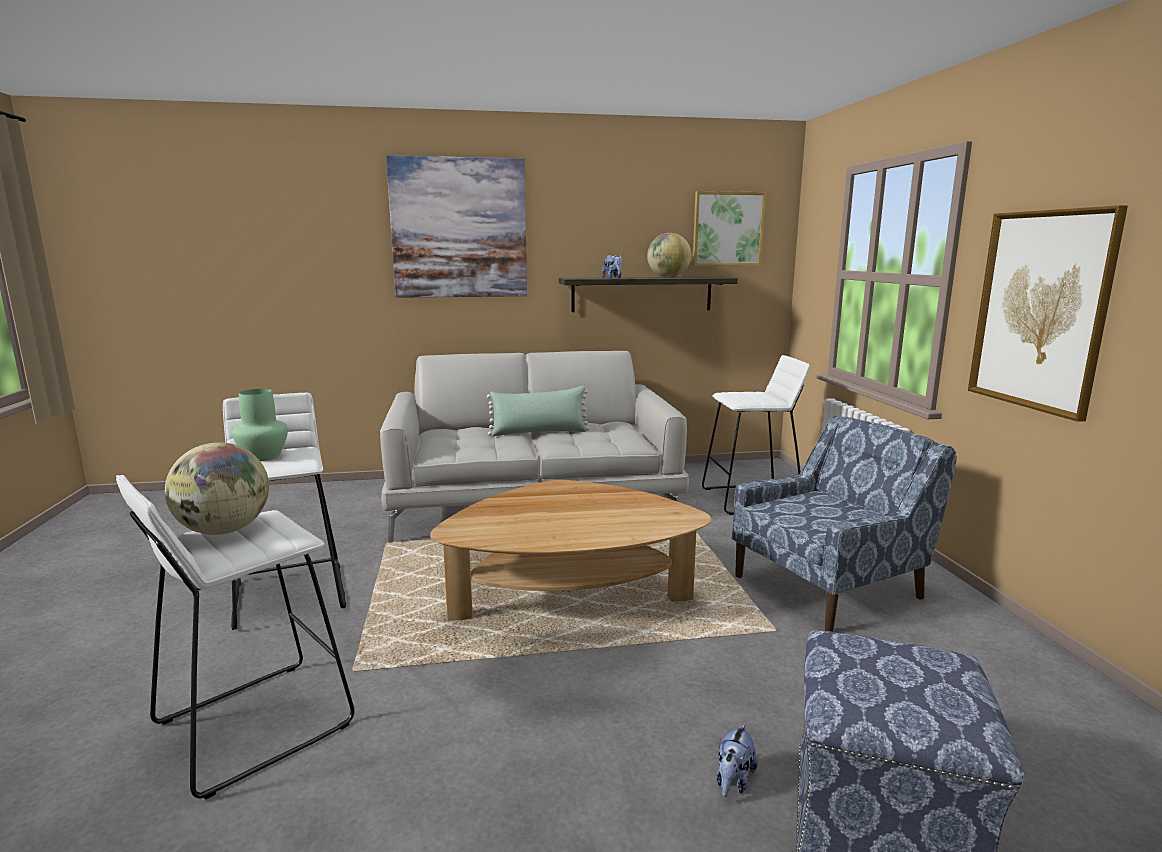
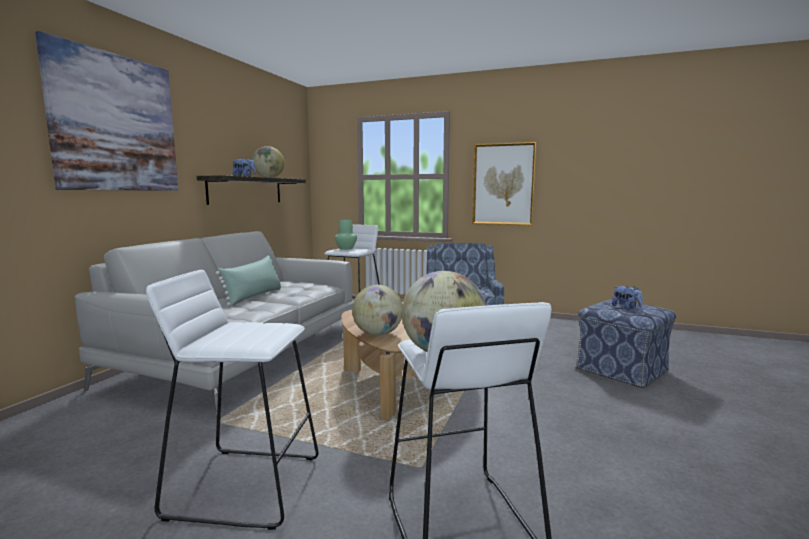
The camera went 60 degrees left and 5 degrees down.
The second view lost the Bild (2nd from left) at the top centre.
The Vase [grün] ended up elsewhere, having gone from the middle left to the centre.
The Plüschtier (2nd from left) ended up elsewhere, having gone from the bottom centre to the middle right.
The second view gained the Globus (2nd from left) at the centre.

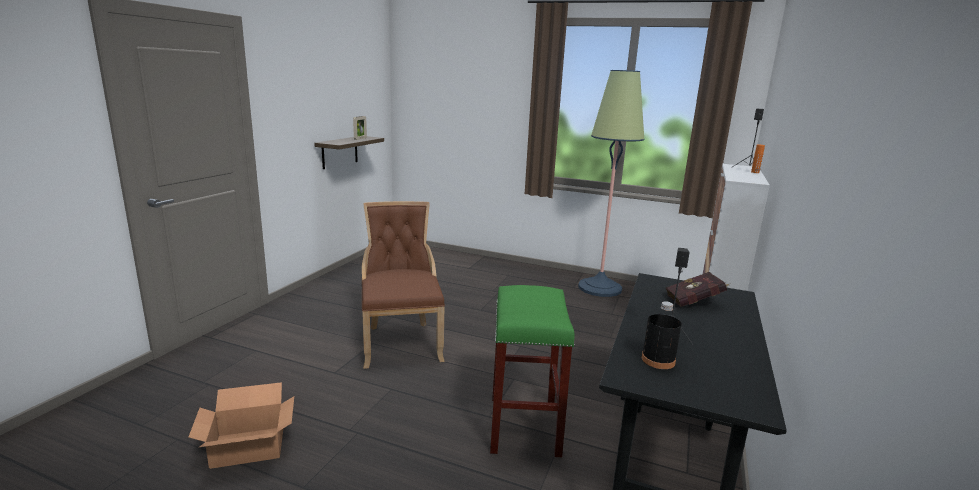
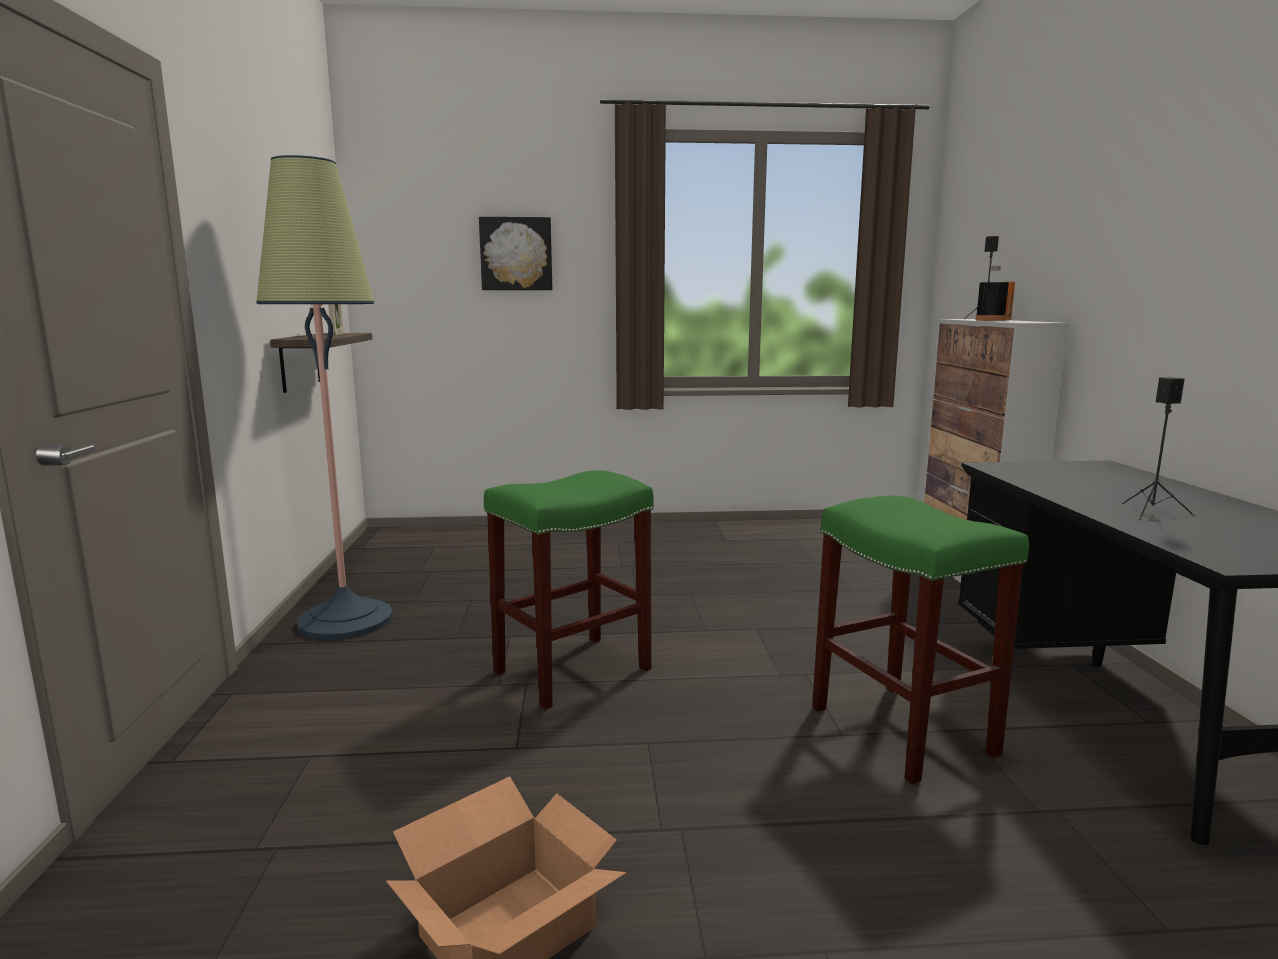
The camera went 25 degrees left and 5 degrees down.
The Stehlampe ended up elsewhere, having gone from the centre to the middle left.
Where the Stuhl [braun] stood at the centre, the Hocker [grün] (1st from left) came to stand at the centre.
The second view lost the Buch [rot] at the middle right.
The Flasche [schwarz] ended up elsewhere, having gone from the bottom right to the top right.
The second view gained the Bild at the top centre.

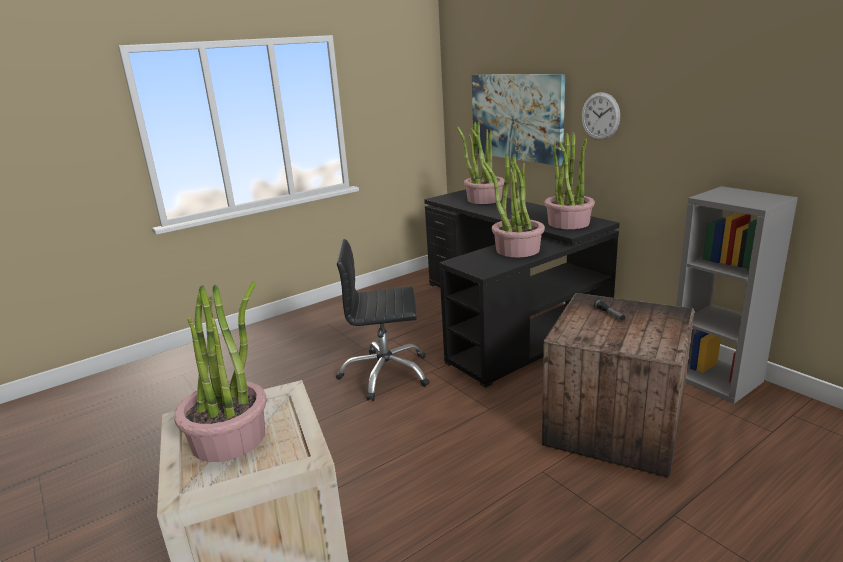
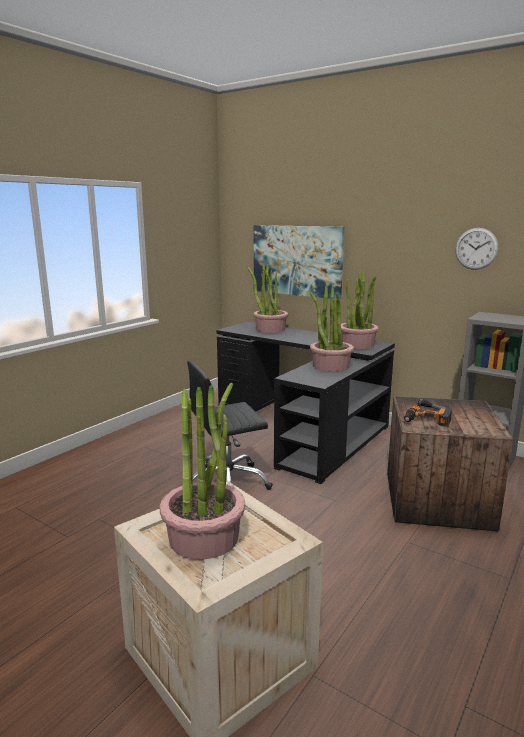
The camera went 20 degrees left and 5 degrees down.
The Wanduhr ended up elsewhere, having gone from the top right to the middle right.
The second view gained the Bohrmaschine at the middle right.

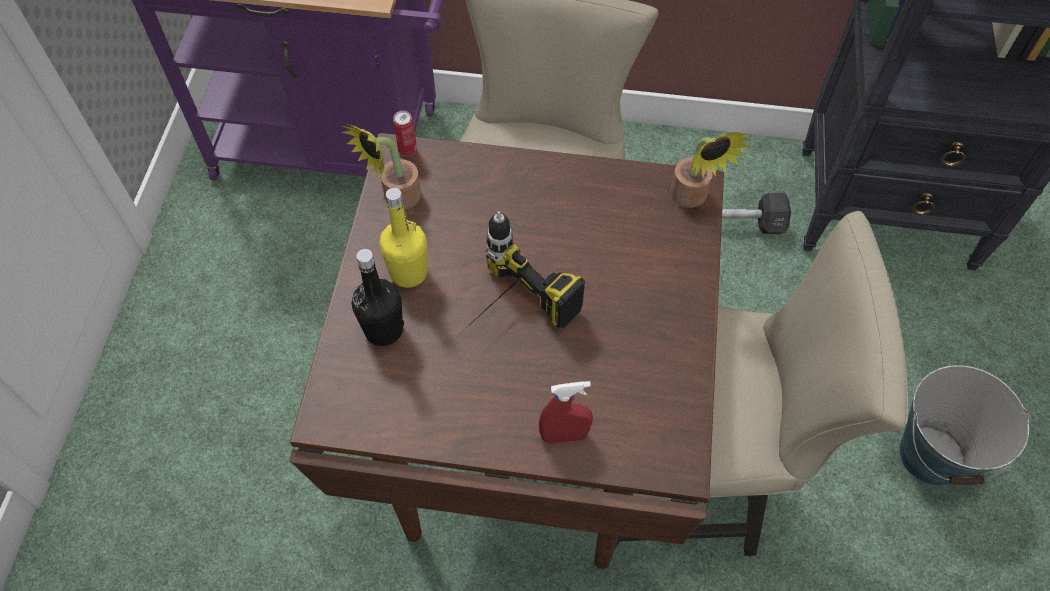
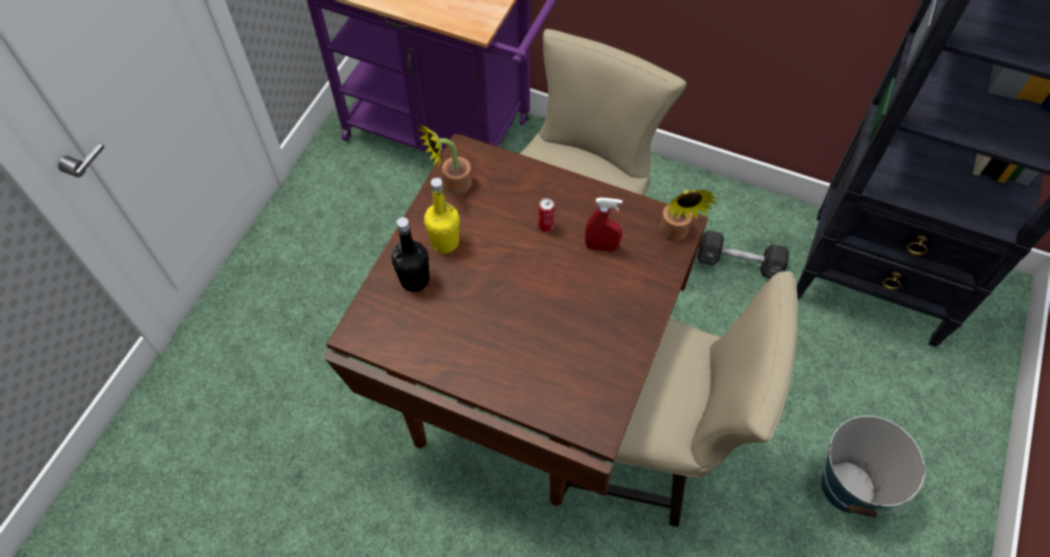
The camera went 15 degrees right and 0 degrees up.
The Dose ended up elsewhere, having gone from the top centre to the centre.
The second view lost the Bohrmaschine at the centre.
The Sprühflasche [rot] ended up elsewhere, having gone from the bottom centre to the centre.

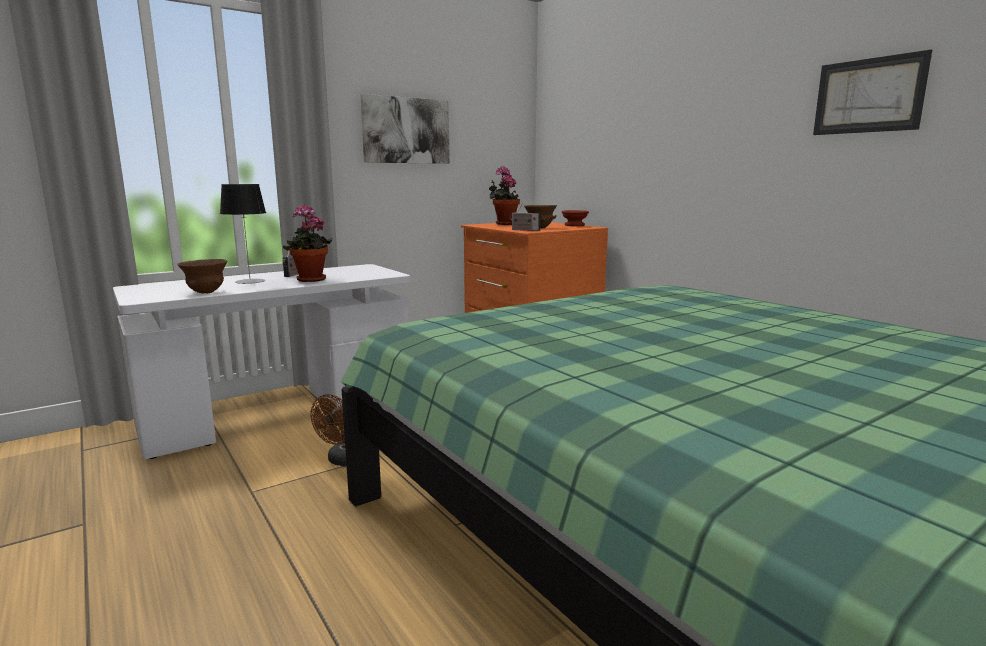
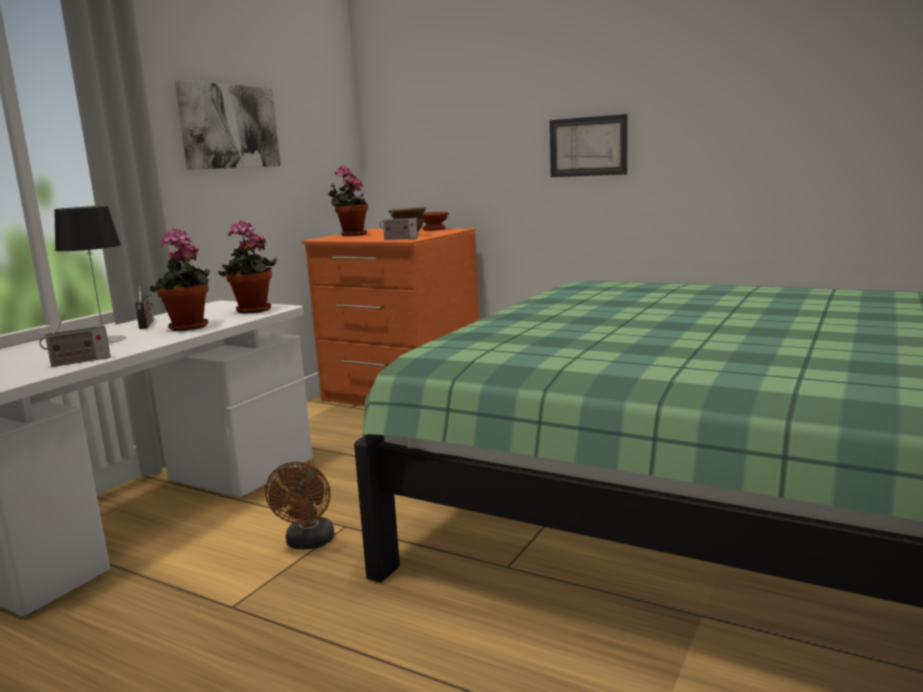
The camera went 25 degrees left and 0 degrees up.
The Bild (2nd from left) ended up elsewhere, having gone from the top right to the top centre.
Where the Schüssel [braun] (1st from left) stood at the middle left, the Radio (1st from left) came to stand at the middle left.
The second view gained the Topfpflanze (2nd from left) at the middle left.

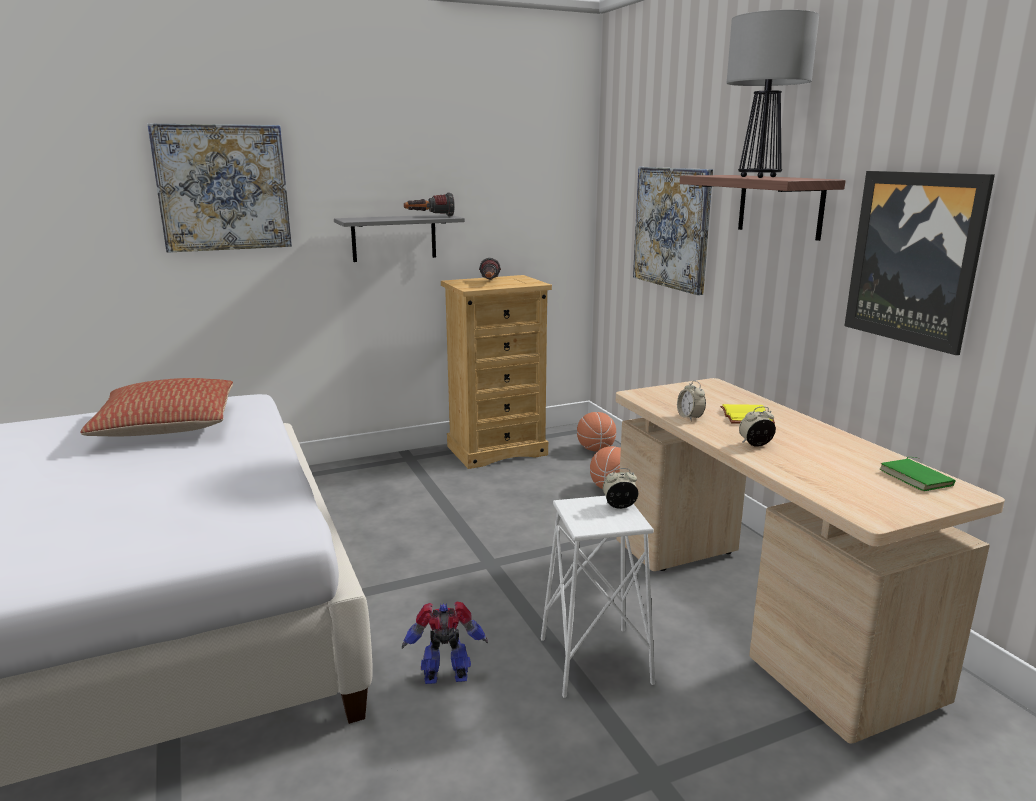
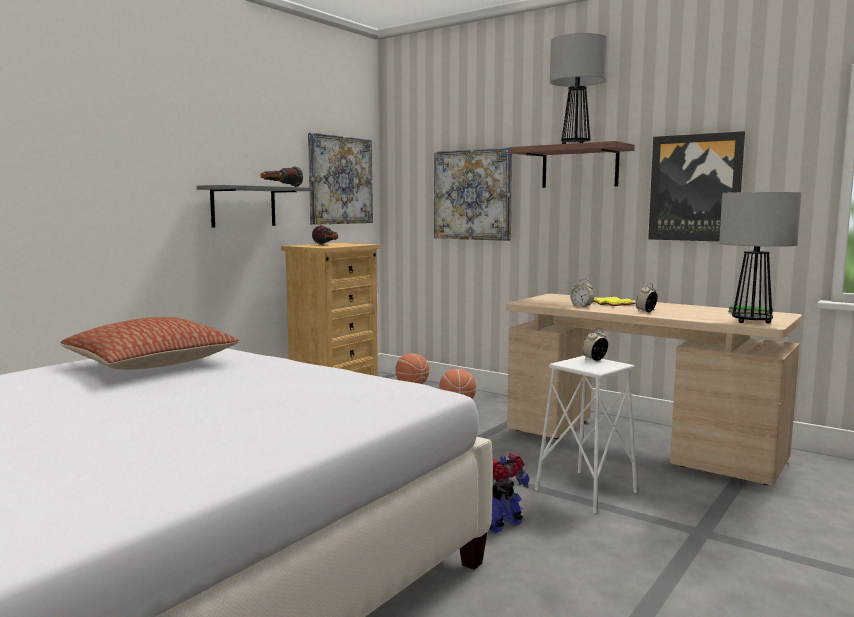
The camera went 30 degrees left and 10 degrees down.
The Bild (1st from left) ended up elsewhere, having gone from the top left to the top centre.
The second view gained the Tischlampe (2nd from left) at the middle right.

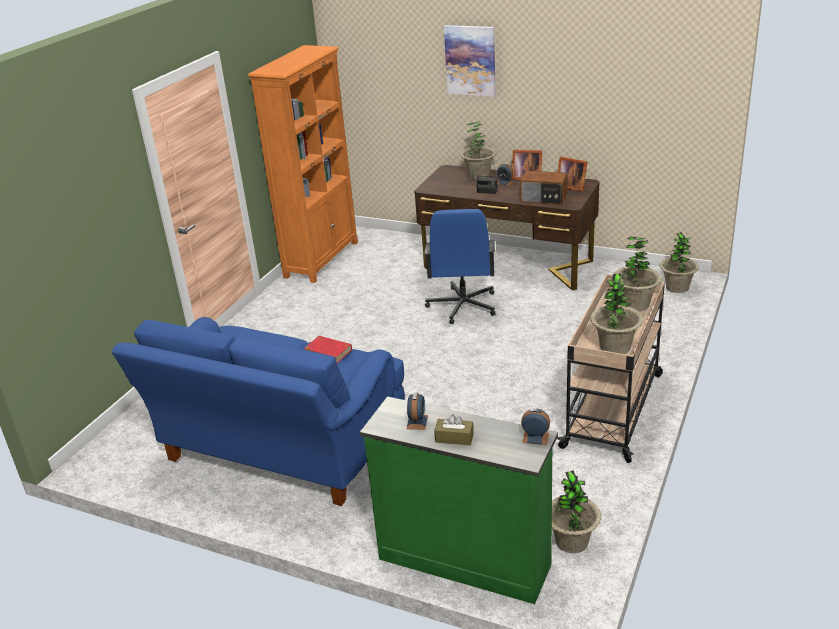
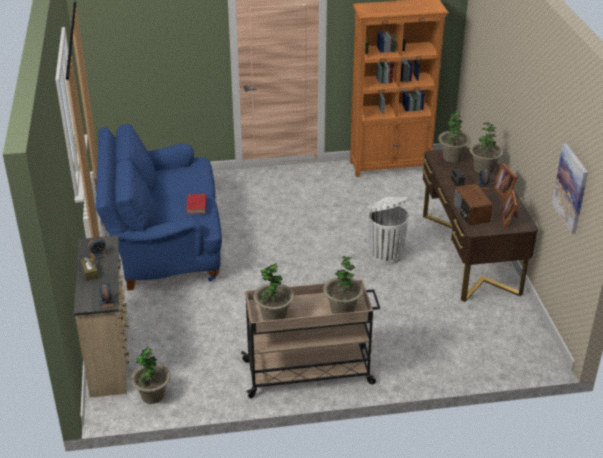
The camera went 55 degrees right and 5 degrees up.
The Bild ended up elsewhere, having gone from the top centre to the middle right.
Where the Bürostuhl [blau] stood at the centre, the Mülleimer [weiß] came to stand at the centre.
The Topfpflanze (5th from left in the first image) ended up elsewhere, having gone from the middle right to the top right.
What was the Kommode [grün] at the bottom centre turned into the Kommode [beige] at the bottom left.

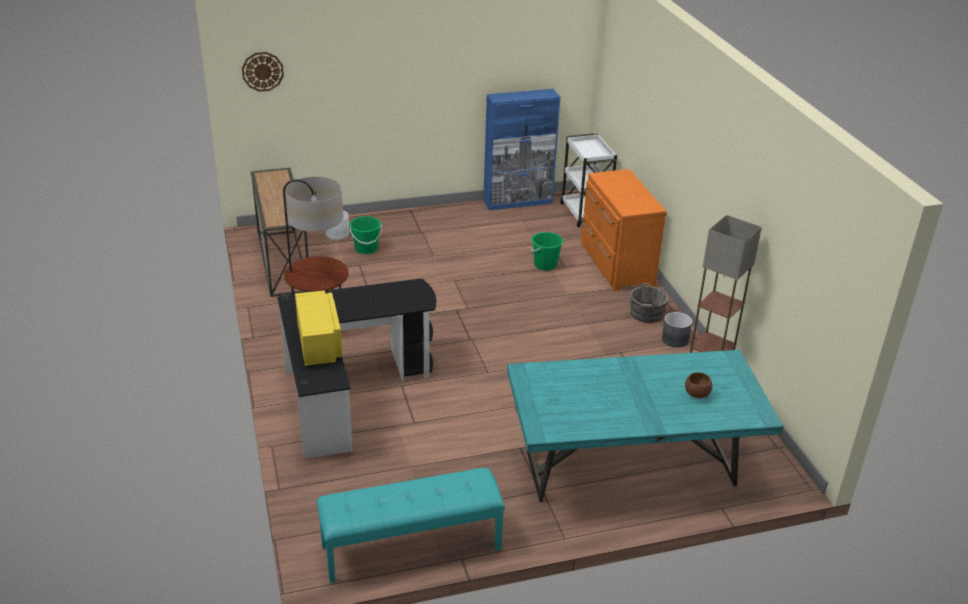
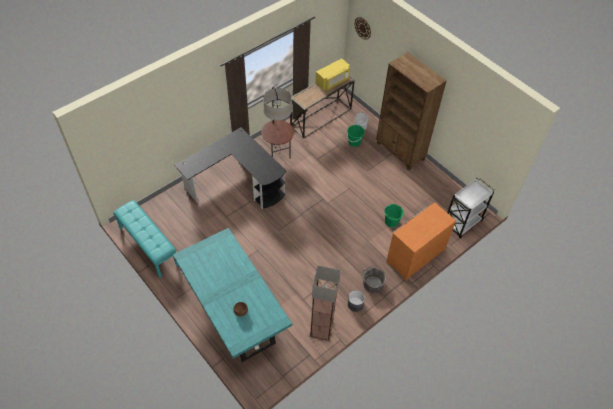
The camera went 65 degrees right and 20 degrees up.
The second view lost the Schrank [blau] at the top centre.
The Mikrowelle [gelb] ended up elsewhere, having gone from the middle left to the top centre.
The second view gained the Bücherregal [braun] at the top right.

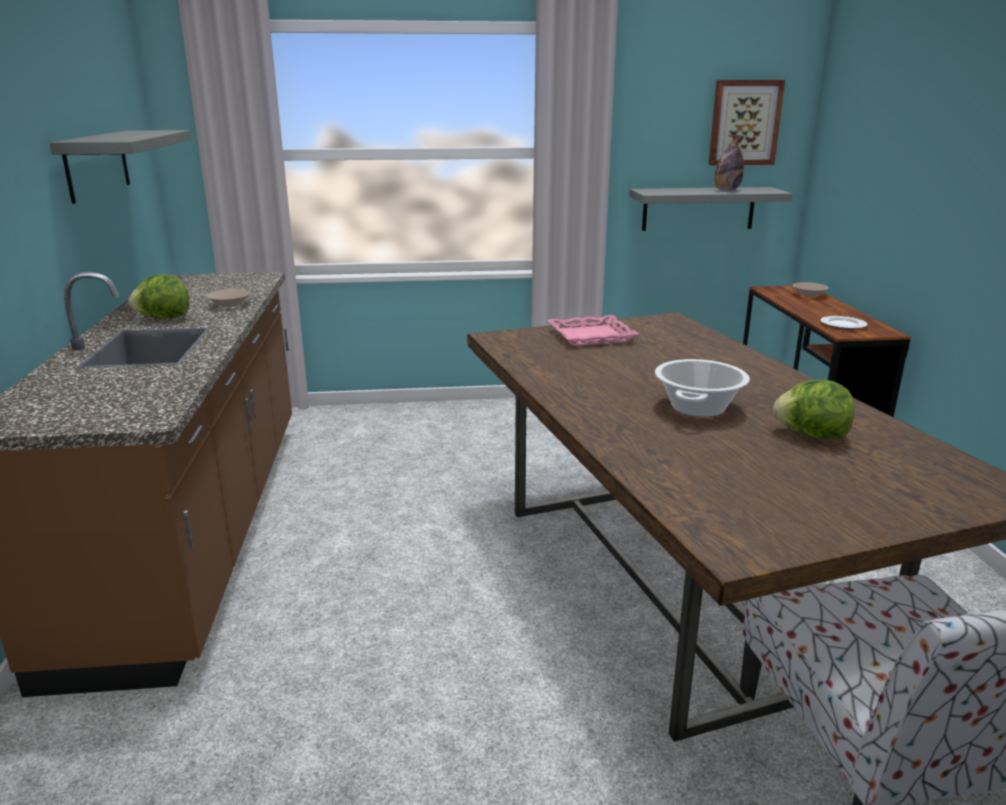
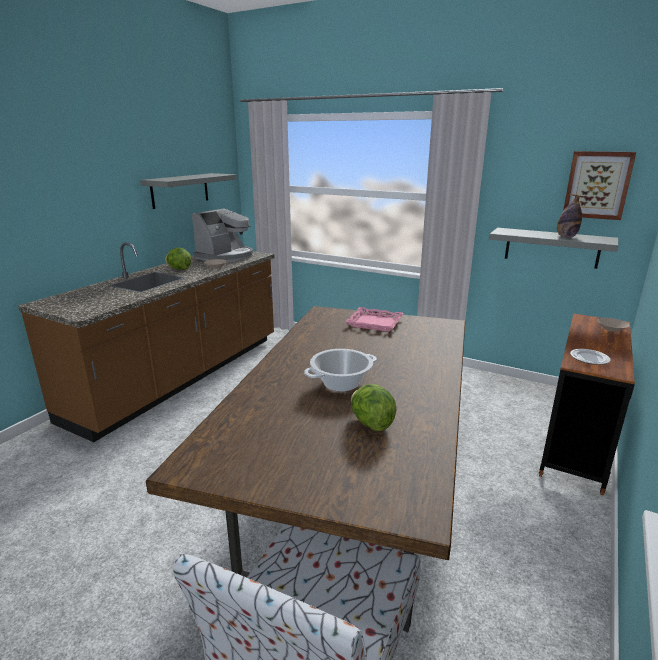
The camera went 35 degrees right and 0 degrees up.
The second view gained the Kaffeemaschine at the centre.

